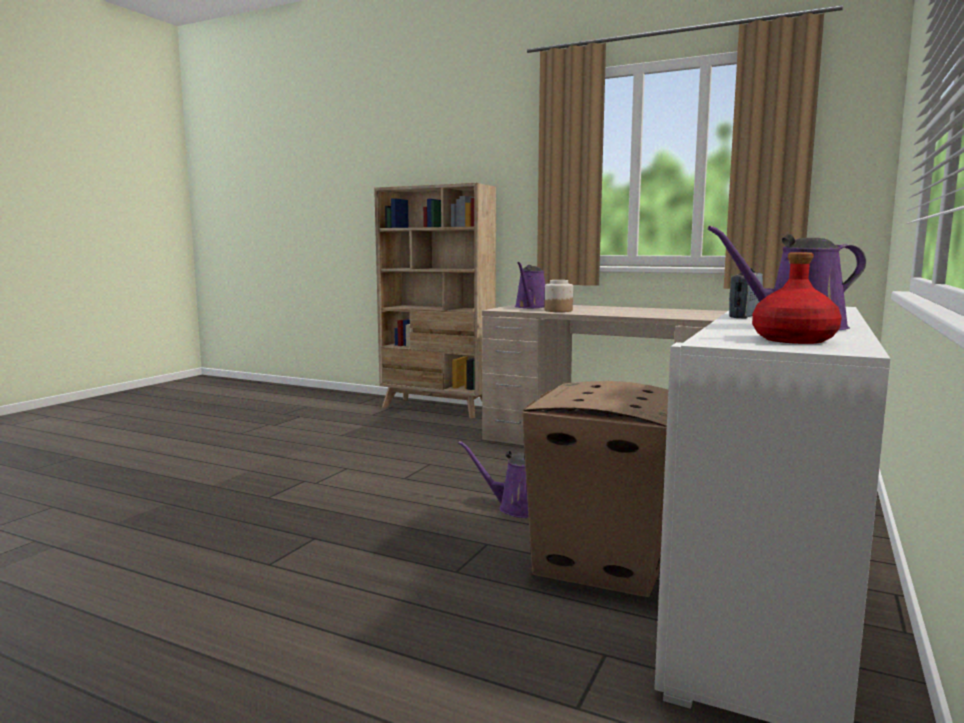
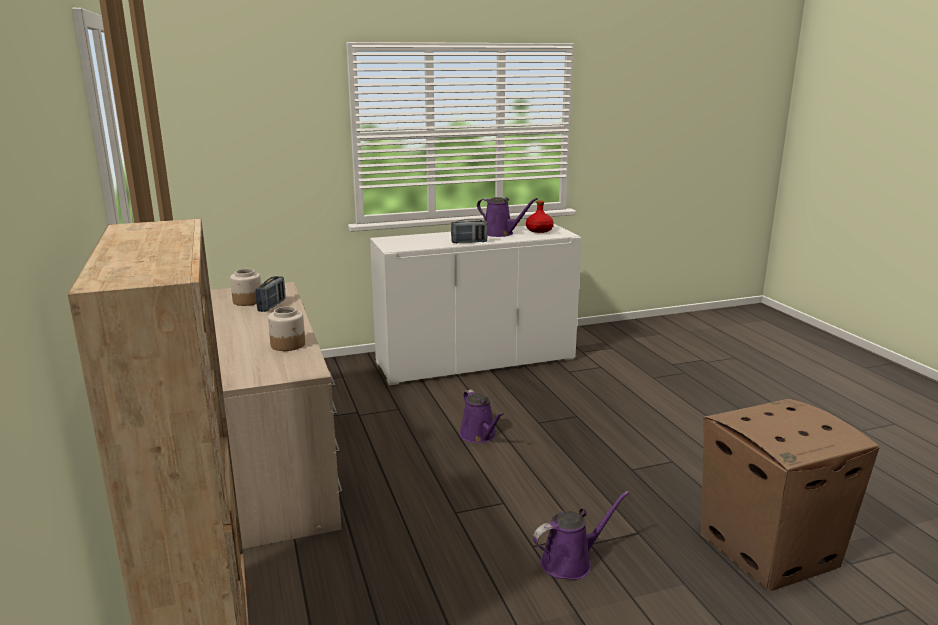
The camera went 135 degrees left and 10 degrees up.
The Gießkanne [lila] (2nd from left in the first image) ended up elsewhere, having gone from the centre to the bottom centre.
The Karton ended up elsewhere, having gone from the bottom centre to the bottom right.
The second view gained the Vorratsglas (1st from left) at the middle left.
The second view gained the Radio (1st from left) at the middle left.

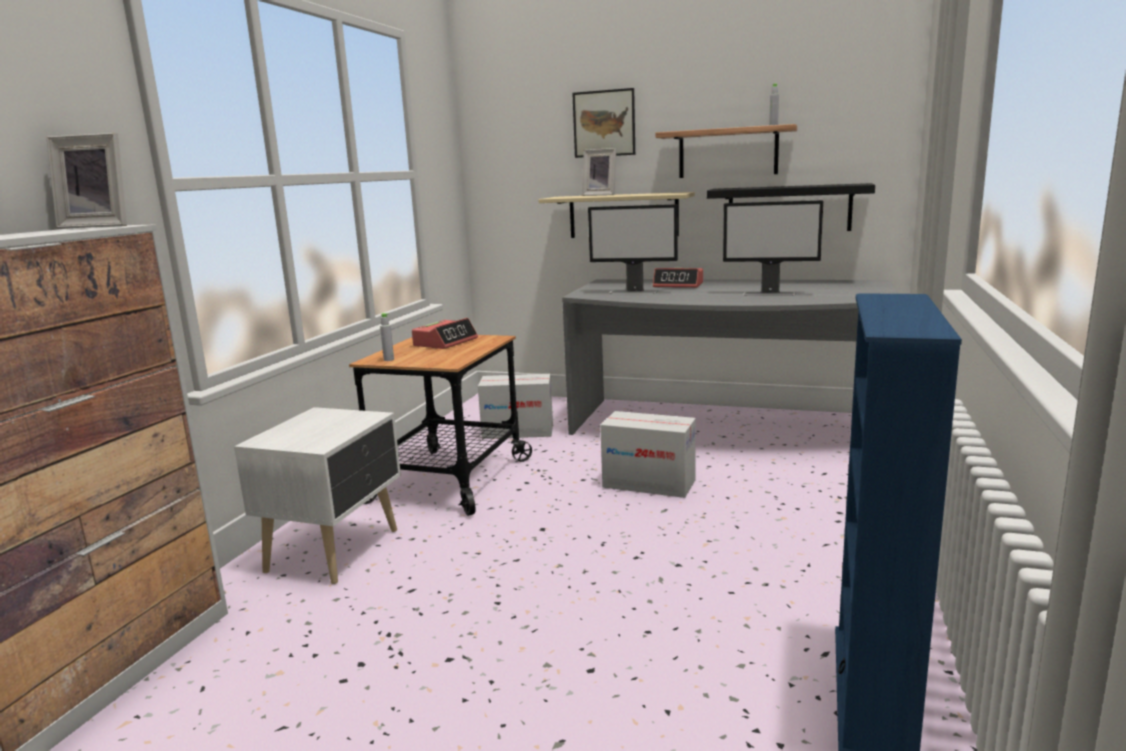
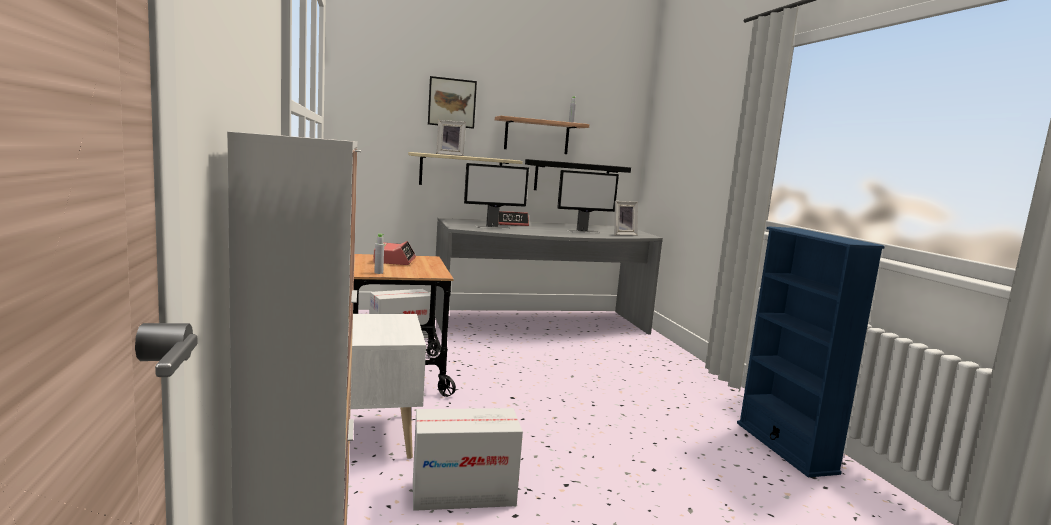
The camera went 35 degrees left and 5 degrees down.
The Bilderrahmen (1st from left in the first image) ended up elsewhere, having gone from the top left to the centre.
The Karton (2nd from left) ended up elsewhere, having gone from the centre to the bottom centre.

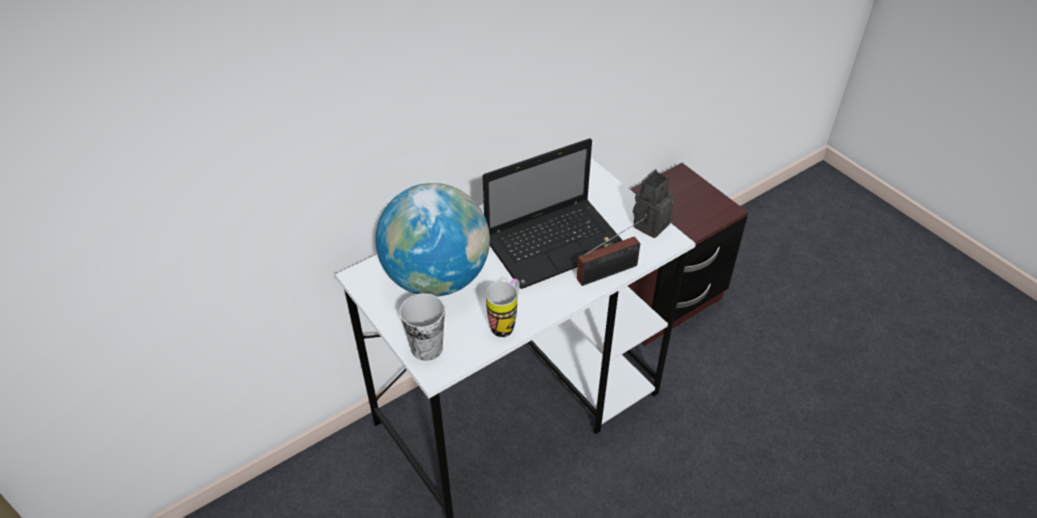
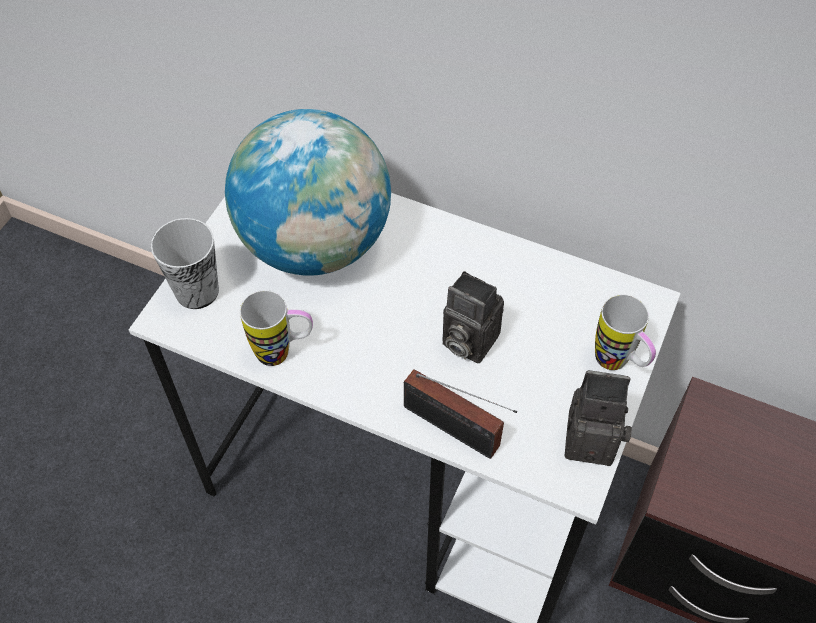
The camera went 60 degrees right and 10 degrees up.
Where the Laptop stood at the centre, the Kamera (1st from left) came to stand at the centre.
The second view gained the Henkelbecher (2nd from left) at the middle right.

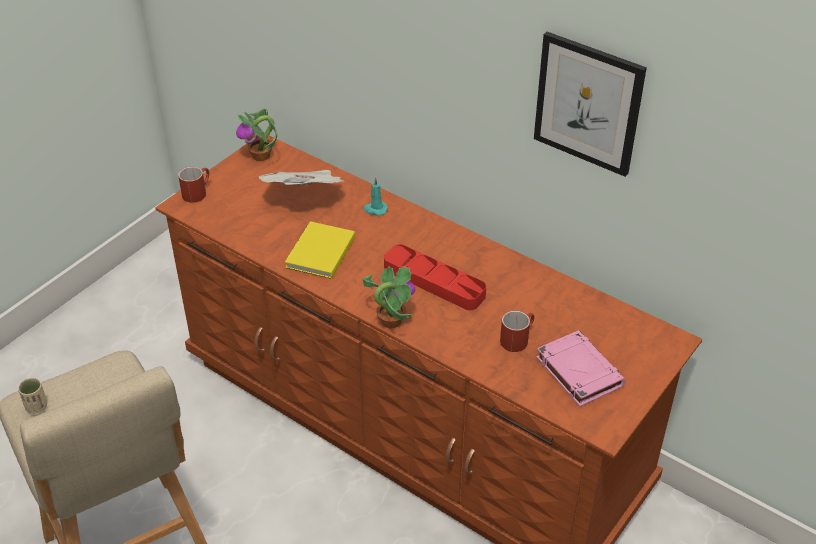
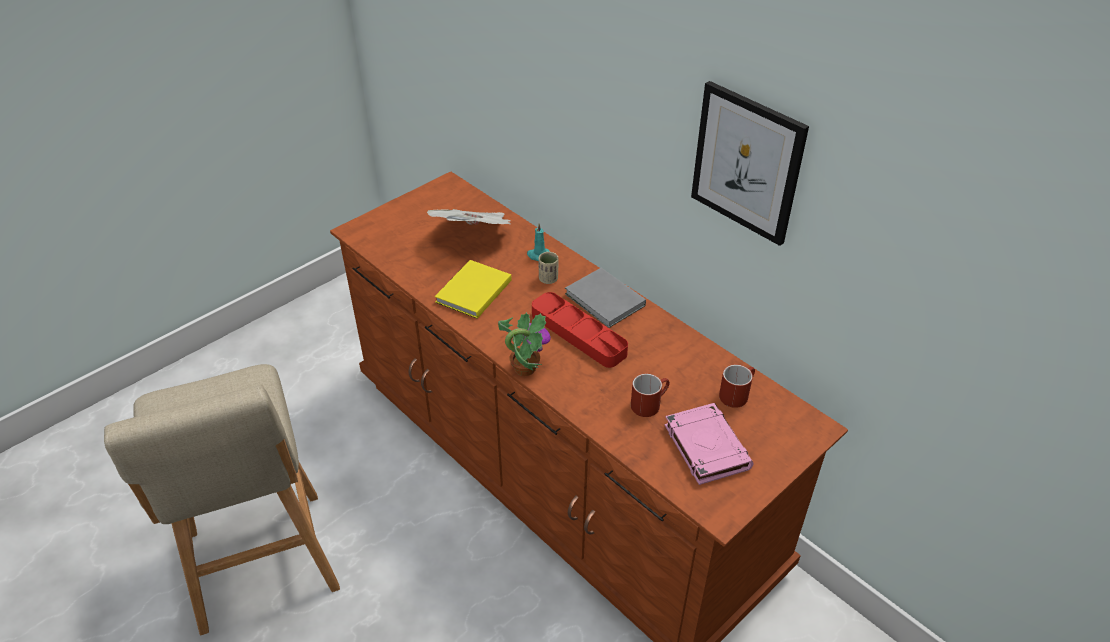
The camera went 10 degrees right and 0 degrees up.
The second view lost the Topfpflanze (1st from left) at the top left.
The Henkelbecher [rot] (1st from left in the first image) ended up elsewhere, having gone from the middle left to the centre.
The Tasse [beige] ended up elsewhere, having gone from the bottom left to the centre.
The second view gained the Buch [grau] at the centre.

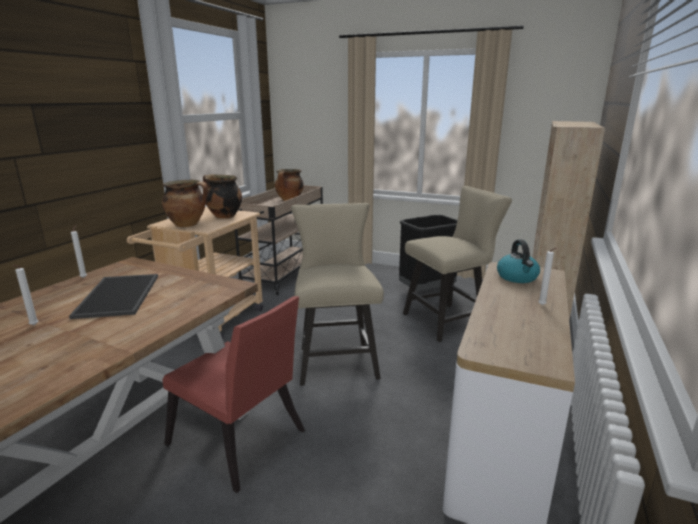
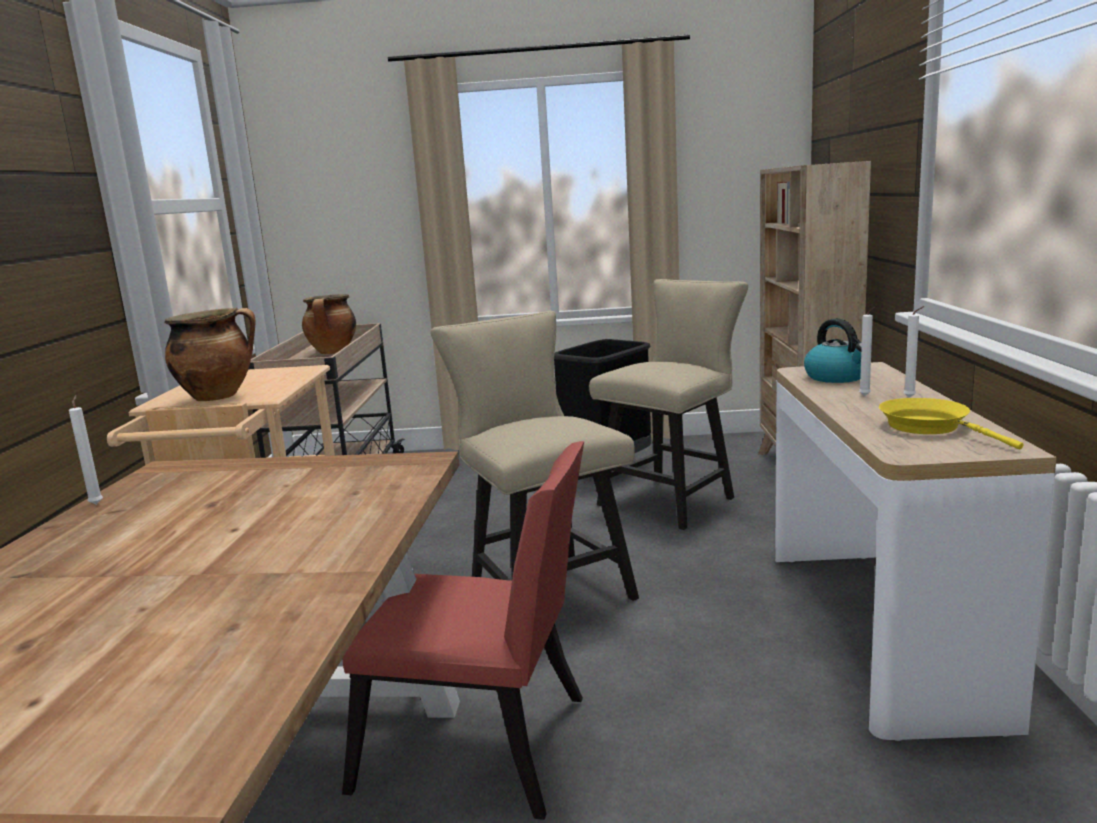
The camera went 20 degrees left and 5 degrees down.
The second view lost the Kochtopf (2nd from left) at the middle left.
The Kerze [weiß] (1st from left in the first image) ended up elsewhere, having gone from the middle left to the middle right.
The second view lost the Tablett at the middle left.
The second view gained the Pfanne [gelb] at the middle right.

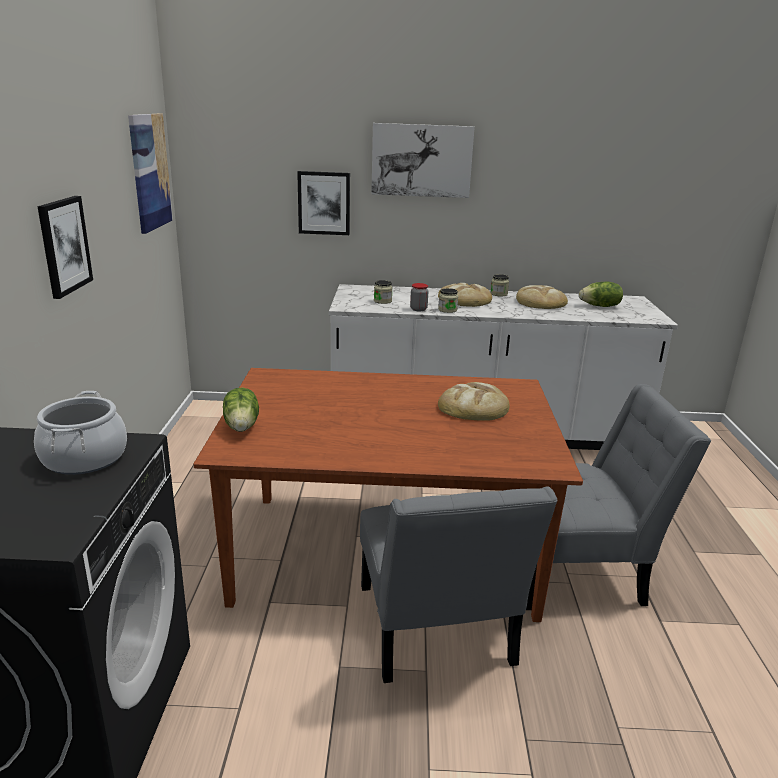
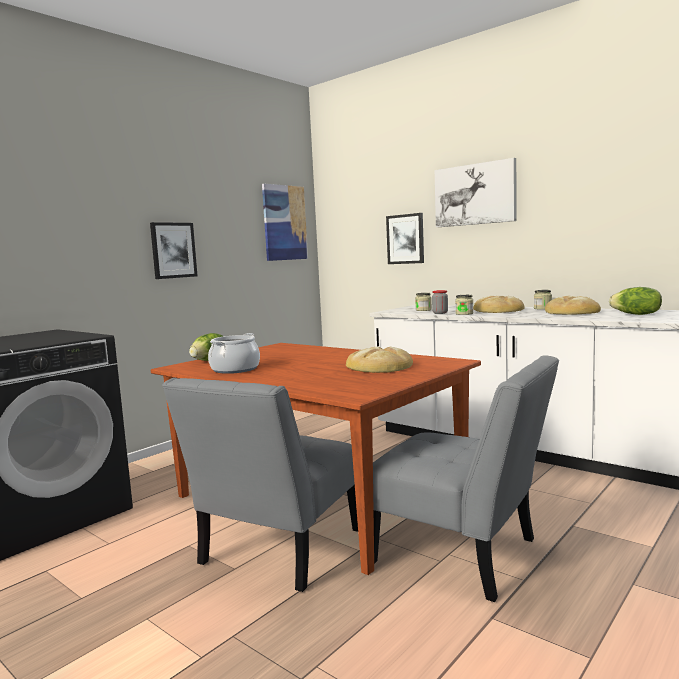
The camera went 40 degrees right and 15 degrees down.
The Kochtopf ended up elsewhere, having gone from the middle left to the centre.

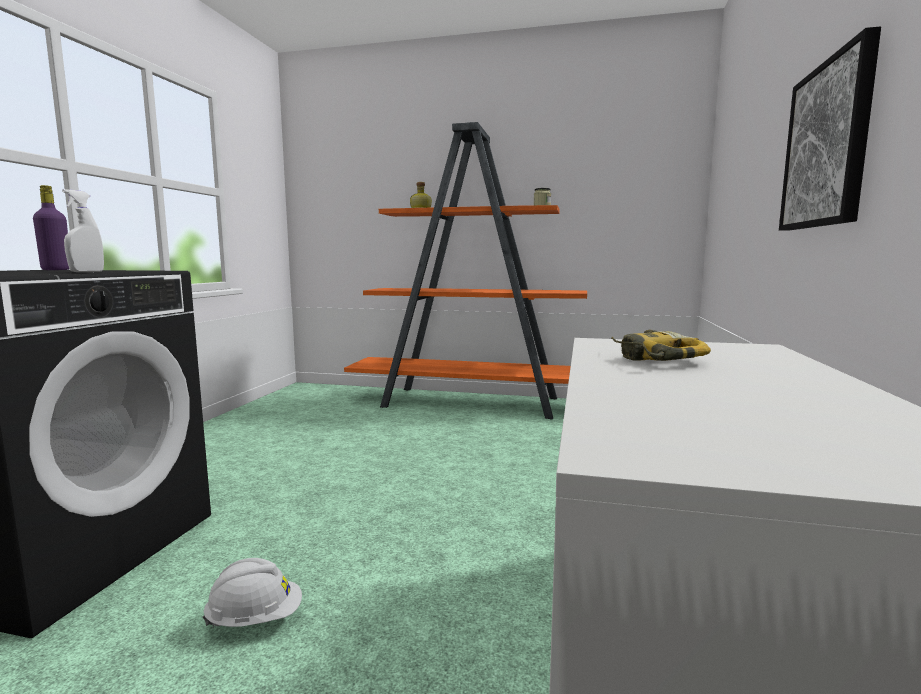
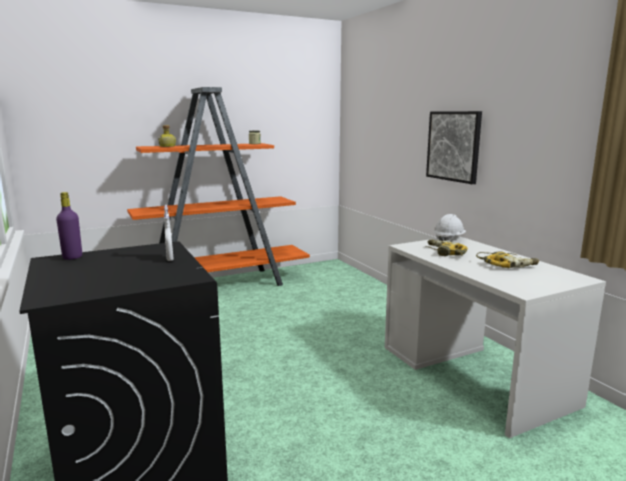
The camera went 40 degrees left and 5 degrees up.
The Schutzhelm [weiß] ended up elsewhere, having gone from the bottom left to the middle right.
The second view gained the Bohrmaschine (2nd from left) at the middle right.

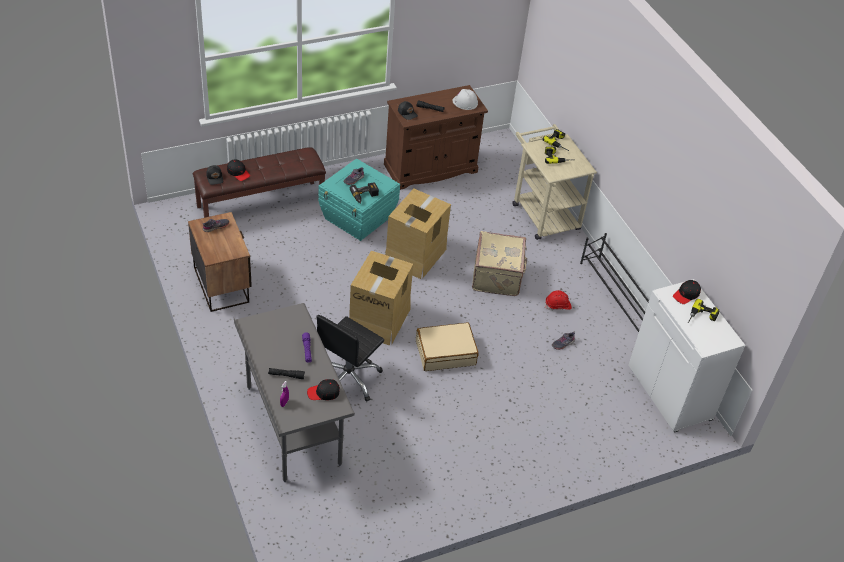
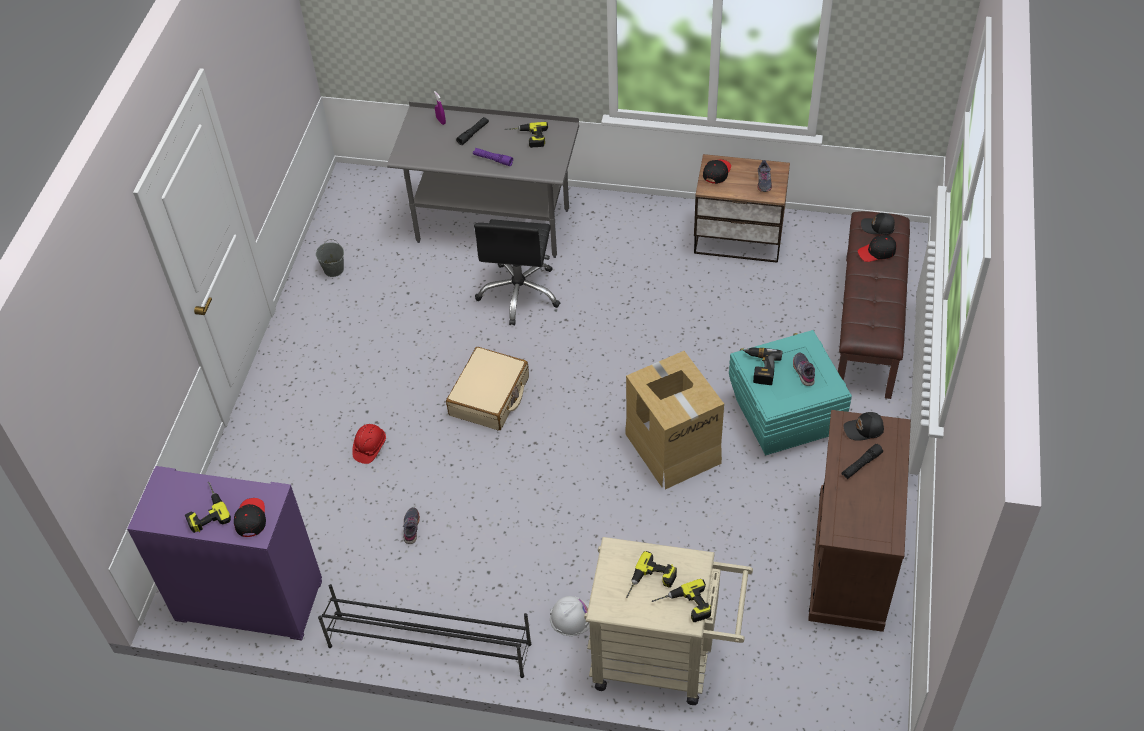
The camera went 130 degrees right and 5 degrees up.
The Schutzhelm [weiß] ended up elsewhere, having gone from the top centre to the bottom centre.
The second view lost the Koffer [beige] (2nd from left) at the centre.
The second view lost the Karton (1st from left) at the centre.
What was the Schrank [weiß] at the middle right turned into the Schrank [lila] at the bottom left.
The Schutzhelm [rot] ended up elsewhere, having gone from the centre to the middle left.
The Bürostuhl [schwarz] at the centre ended up facing another way, 150 degrees counterclockwise from before.
The Kappe [schwarz] (3rd from left in the first image) ended up elsewhere, having gone from the bottom centre to the top centre.
The second view gained the Bohrmaschine (2nd from left) at the top centre.
The second view gained the Eimer [grau] at the middle left.

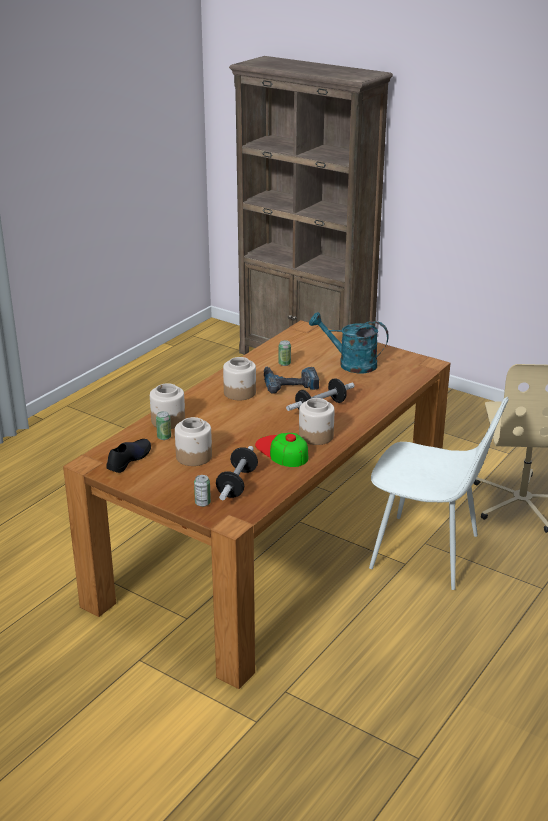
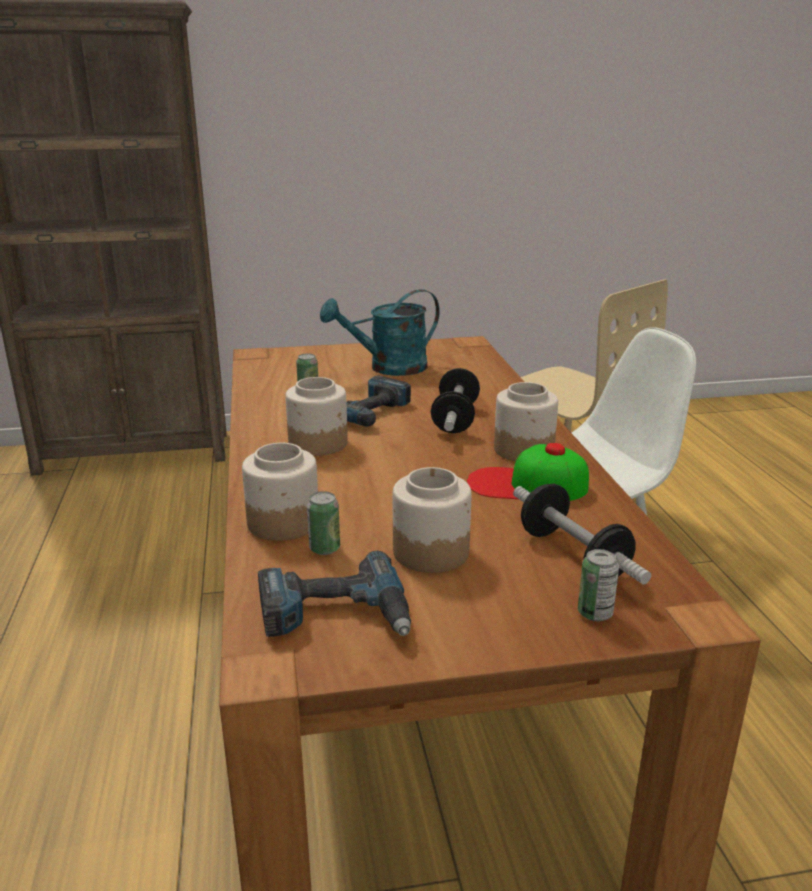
The camera went 45 degrees left and 5 degrees down.
Where the Schuh [schwarz] stood at the middle left, the Bohrmaschine (1st from left) came to stand at the bottom centre.

